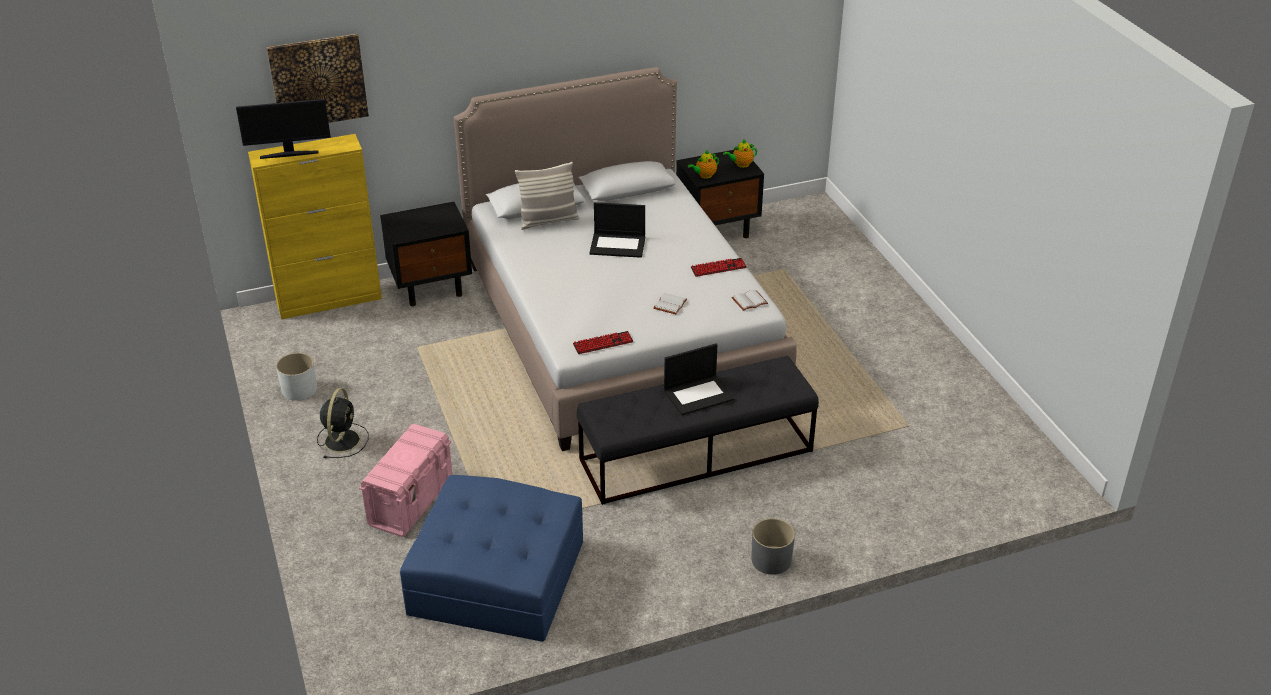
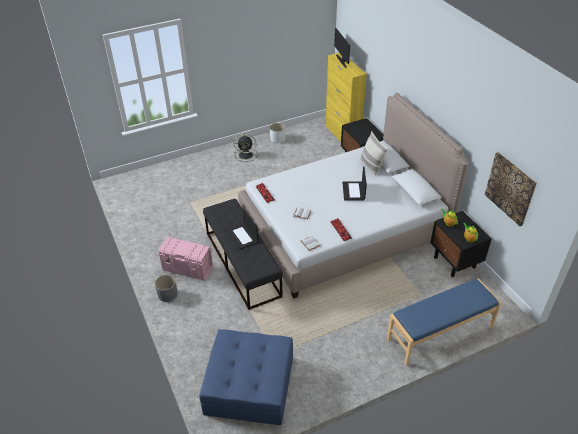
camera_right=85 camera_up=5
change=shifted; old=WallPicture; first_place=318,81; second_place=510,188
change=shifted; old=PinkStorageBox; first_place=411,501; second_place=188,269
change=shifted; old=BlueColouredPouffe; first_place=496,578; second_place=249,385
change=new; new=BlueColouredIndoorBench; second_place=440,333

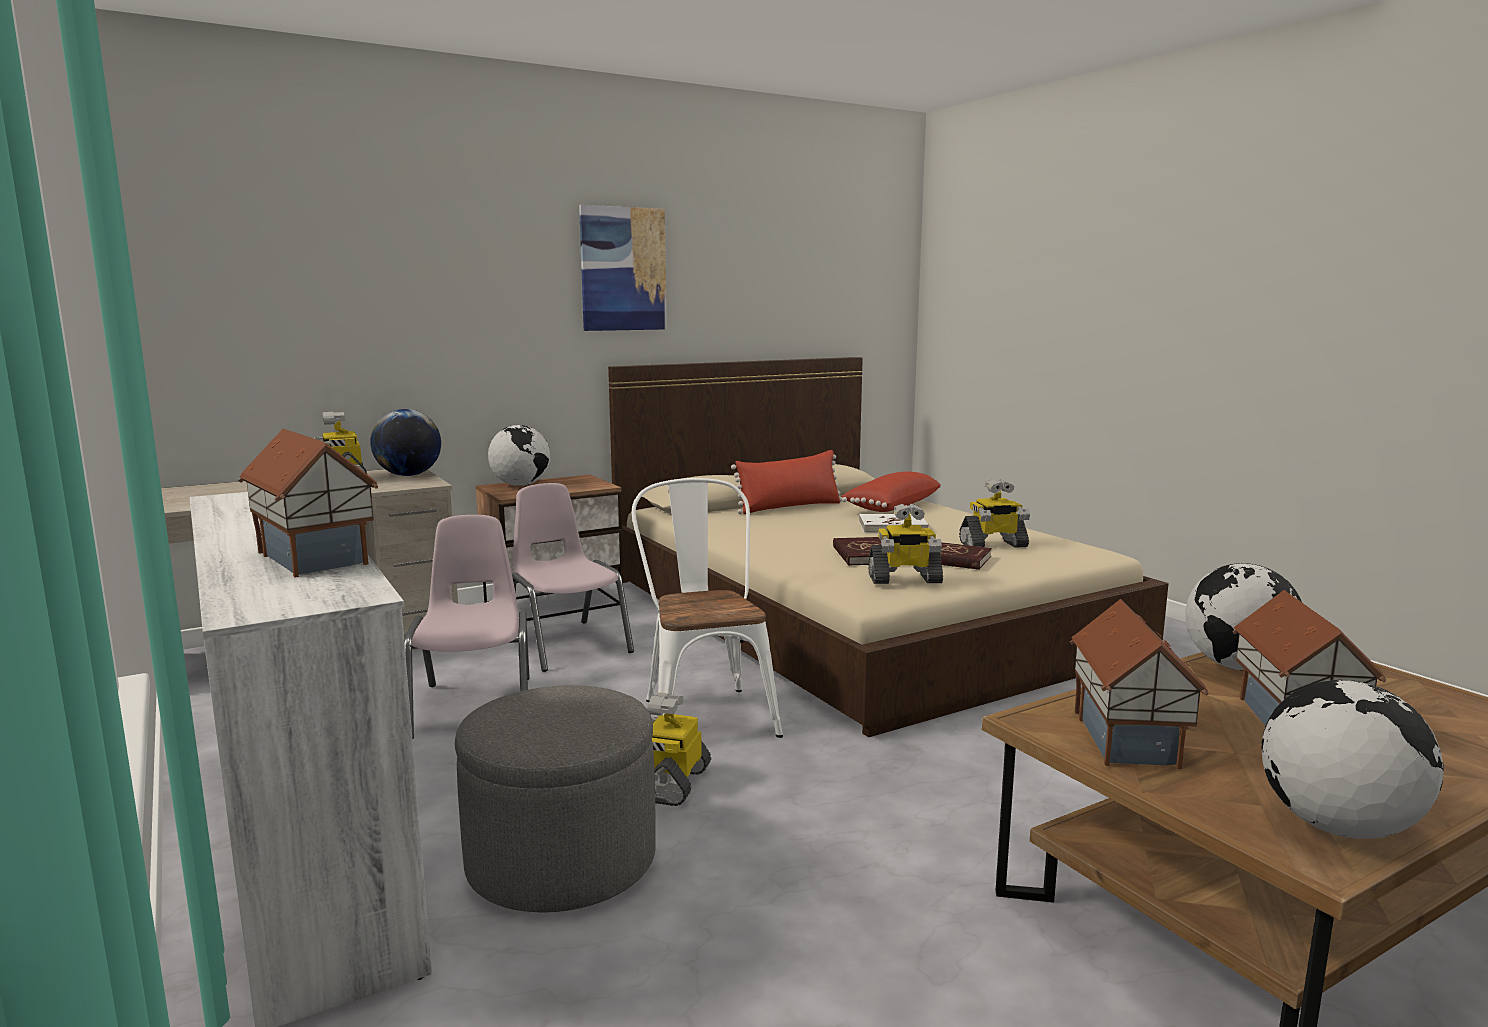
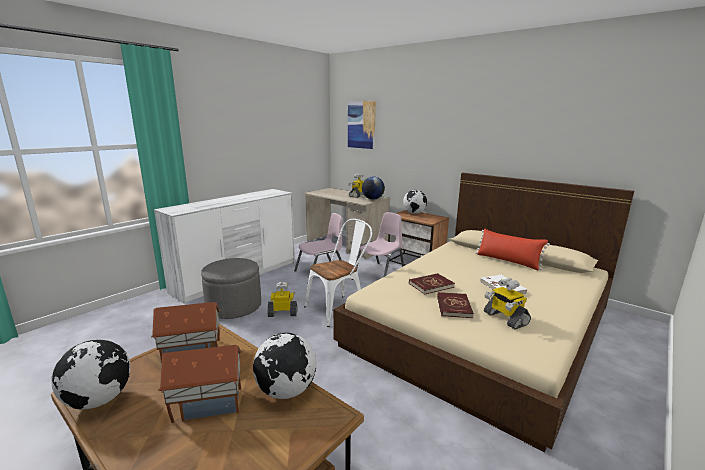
camera_right=70 camera_up=5
change=shifted; old=WallPicture; first_place=623,269; second_place=361,125
change=gone; old=ToyHouse; first_place=317,557
change=gone; old=RedColouredPillow; first_place=890,507
change=gone; old=ModelRobot; first_place=904,579

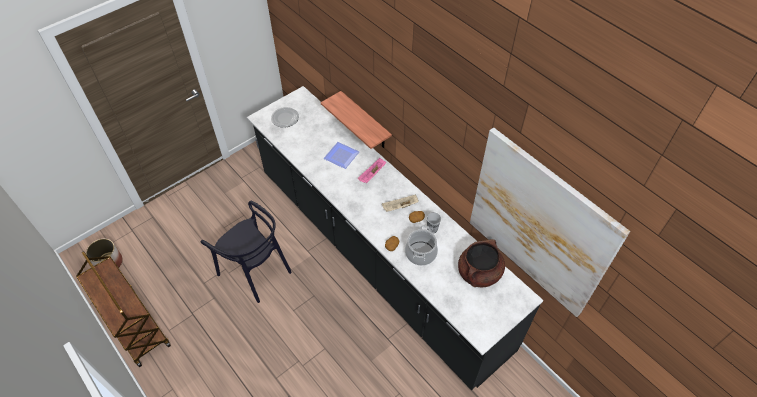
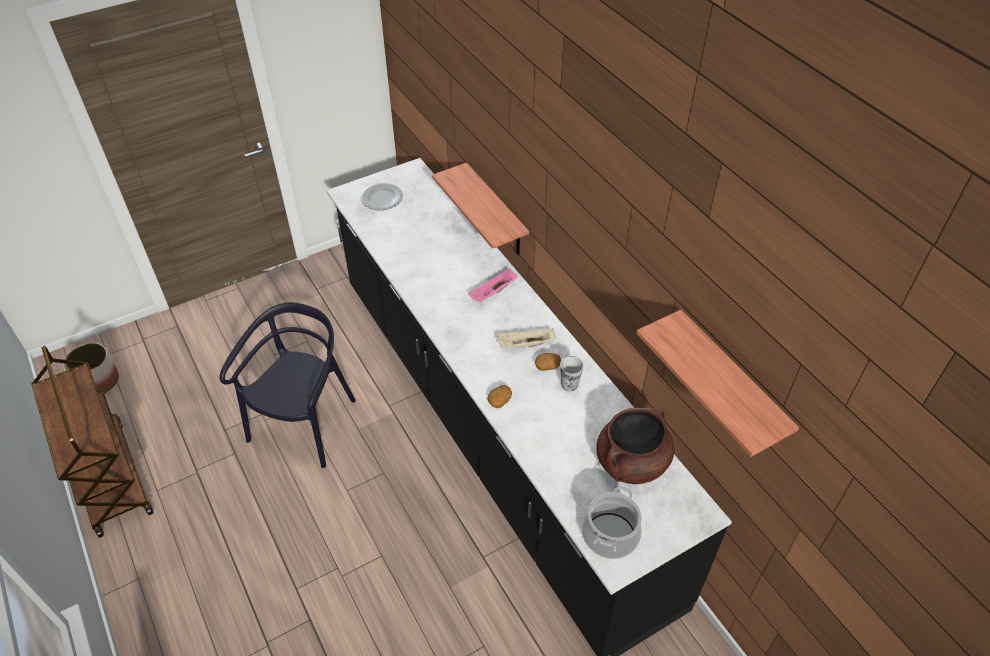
camera_right=10 camera_up=-5
change=swapped; old=WallPicture; new=Shelf; first_place=539,224; second_place=730,384
change=gone; old=DinnerPlate; first_place=341,157
change=rotated; old=BlackChair; first_place=255,271; second_place=305,423; degrees=-120
change=shifted; old=Saucepot; first_place=421,253; second_place=610,535

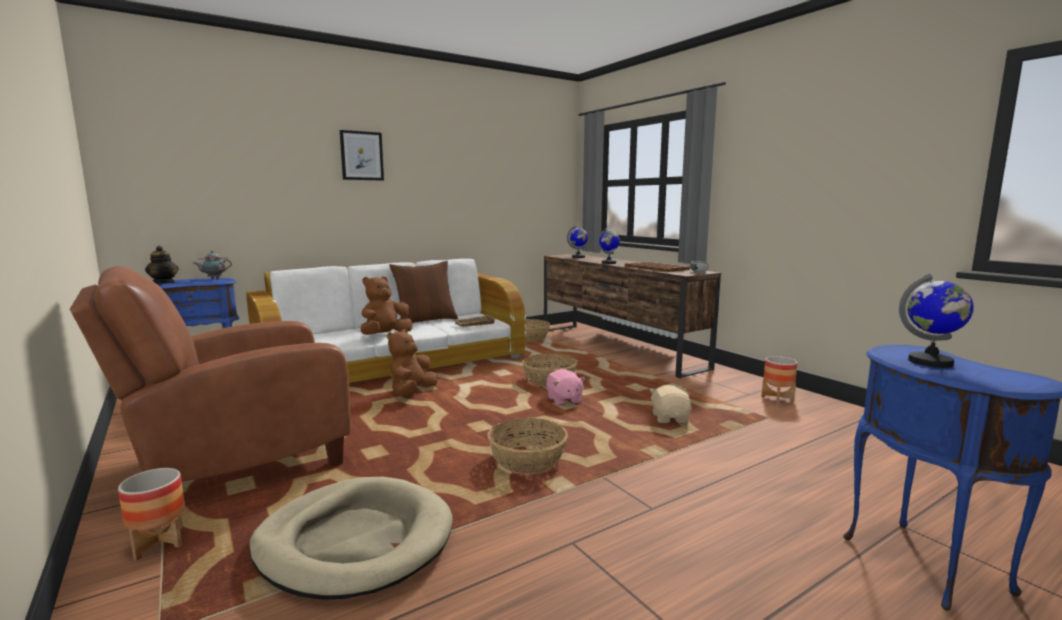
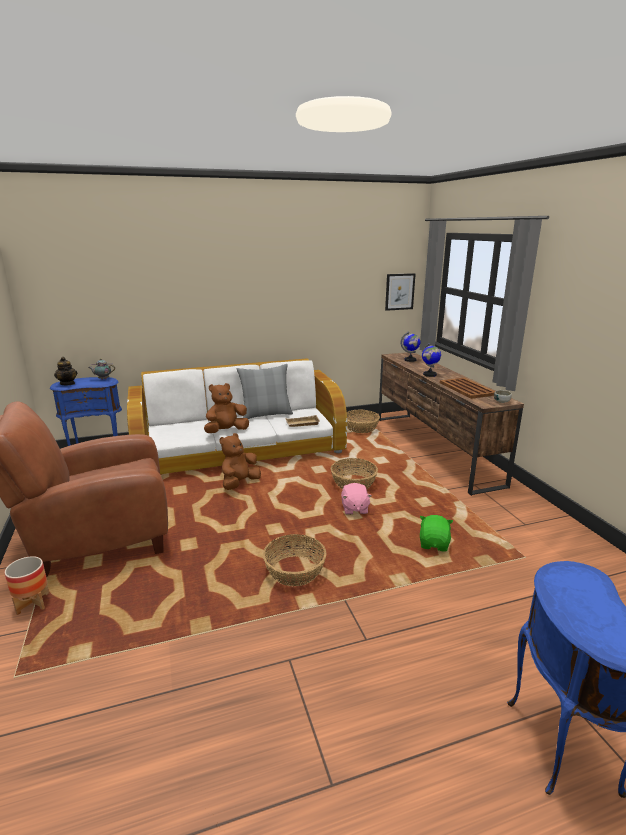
camera_right=15 camera_up=10
change=shifted; old=WallPicture; first_place=362,156; second_place=399,291
change=repainted; old=BrownPillow; new=GreyishPillow; first_place=426,321; second_place=266,414
change=gone; old=Globe; first_place=931,362
change=gone; old=PlantPot; first_place=777,399
change=repainted; old=BeigeCuddlyToy; new=GreenishCuddlyToy; first_place=670,419; second_place=434,544
change=gone; old=BeigePetBed; first_place=355,541

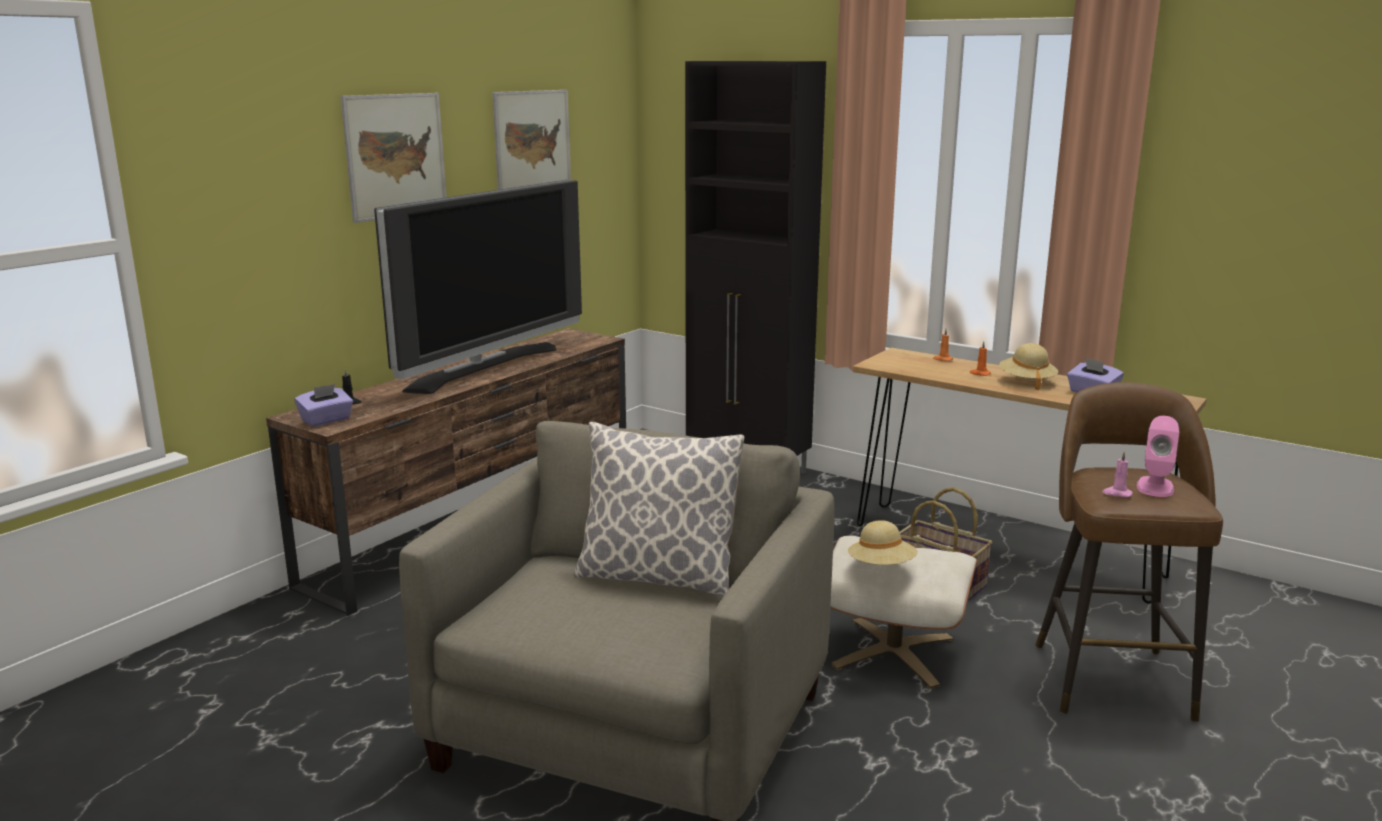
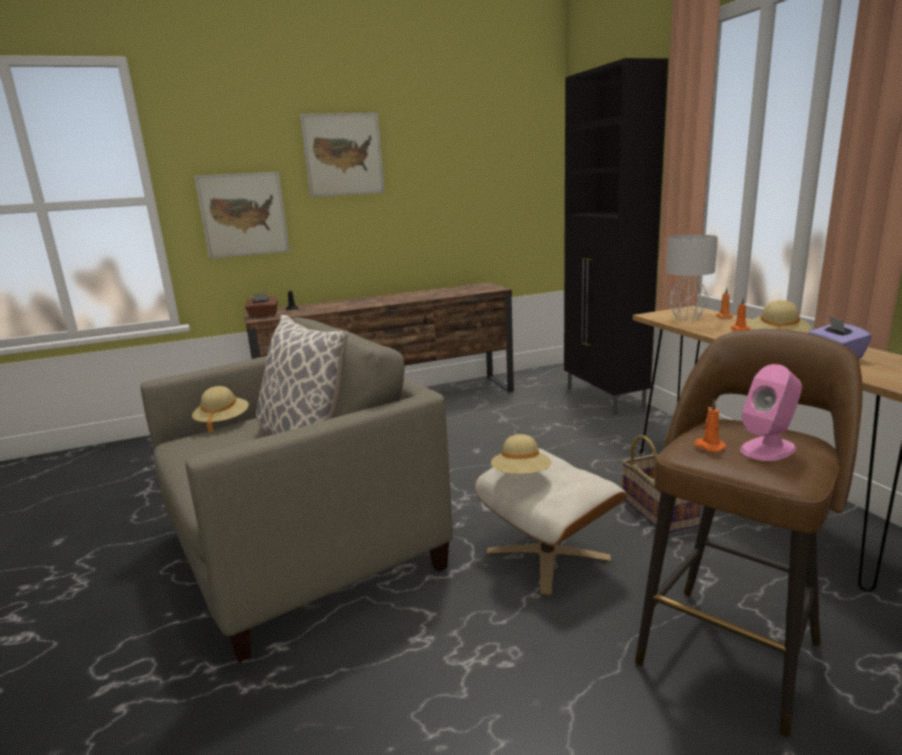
camera_right=35 camera_up=0
change=shifted; old=WallPicture; first_place=532,144; second_place=243,214
change=gone; old=Tv; first_place=485,367
change=repainted; old=PurpleTissueBox; new=BrownTissueBox; first_place=326,420; second_place=263,315
change=repainted; old=PinkCandle; new=OrangeCandle; first_place=1117,493; second_place=708,446
change=new; new=GreyishTableLamp; second_place=688,318
change=new; new=BeigeWearableHat; second_place=223,422

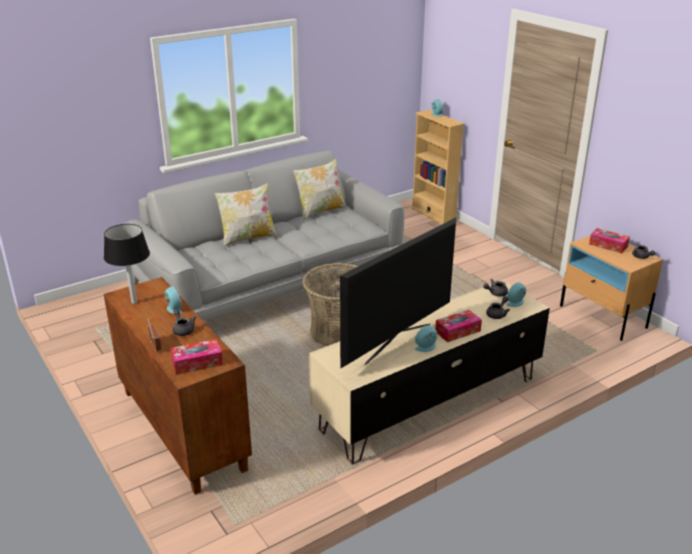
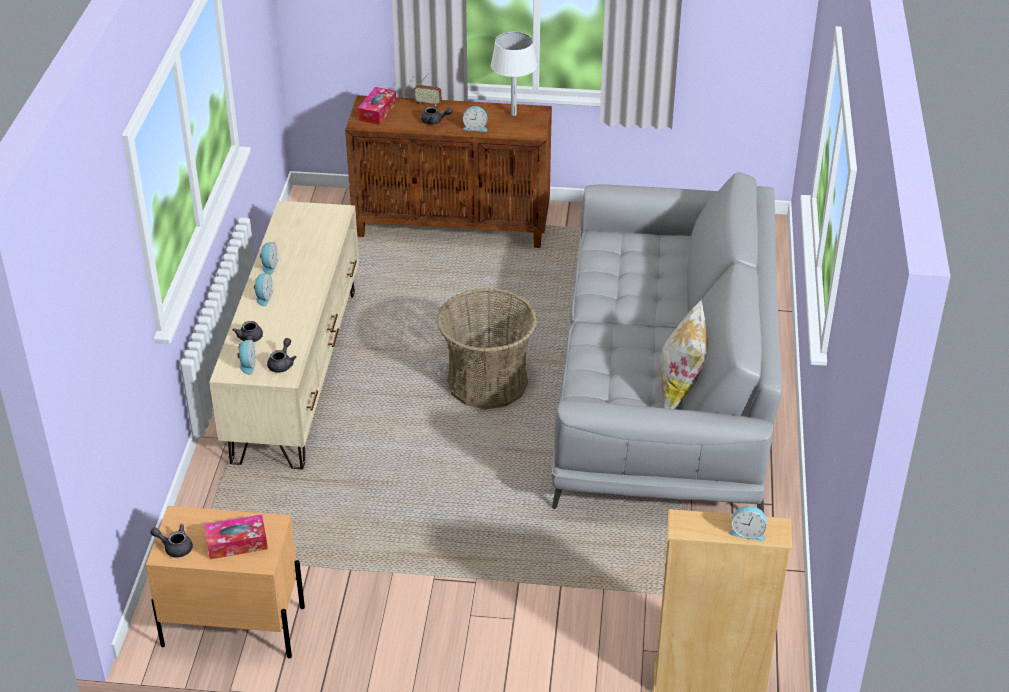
camera_right=130 camera_up=10
change=gone; old=Pillow; first_place=247,238
change=gone; old=Tv; first_place=397,343
change=repainted; old=BlackTableLamp; new=WhiteTableLamp; first_place=134,302; second_place=513,114
change=swapped; old=TissueBox; new=AlarmClock; first_place=457,331; second_place=263,297

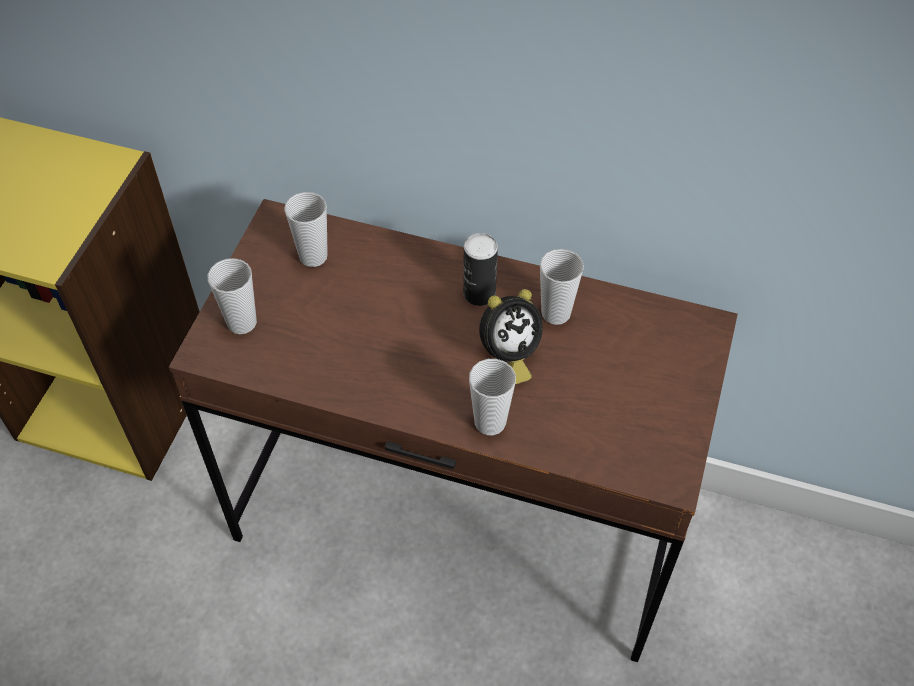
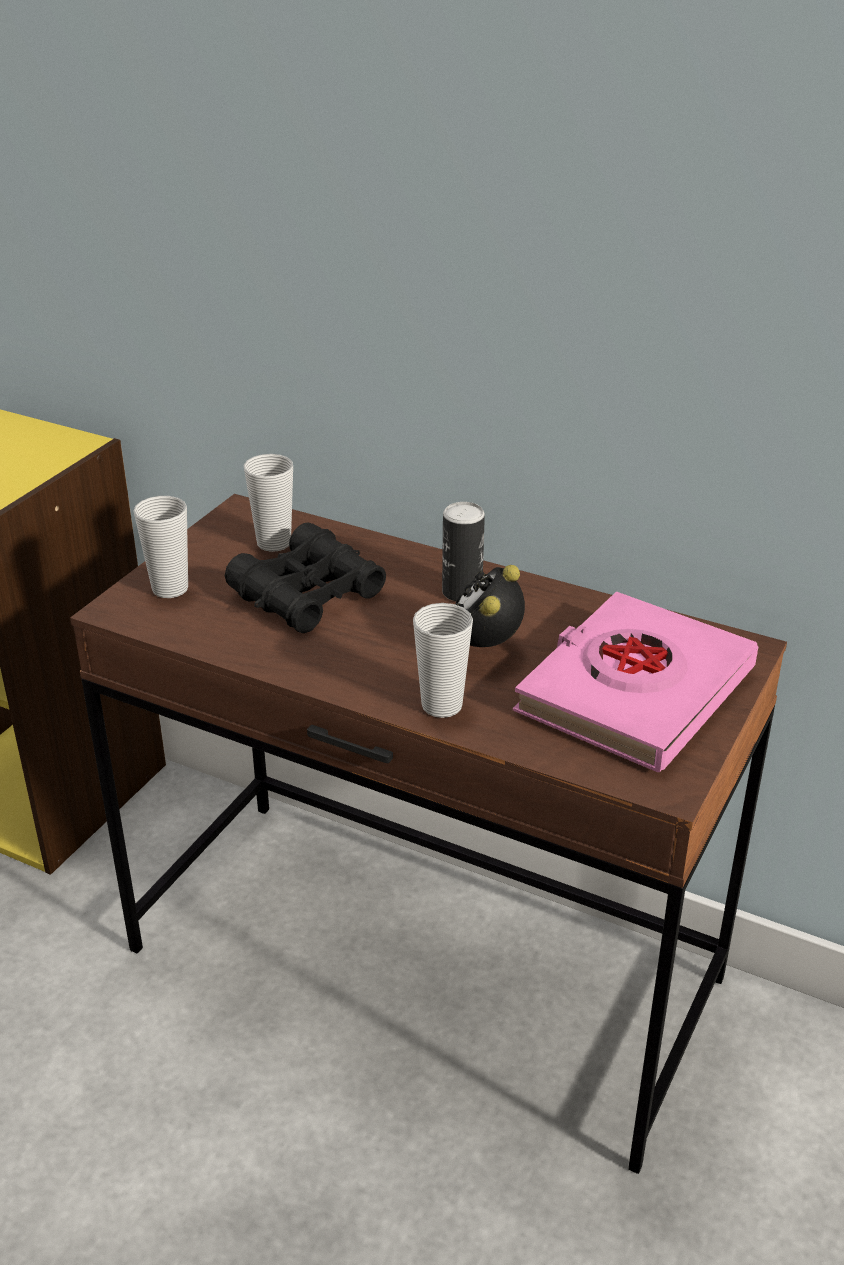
camera_right=10 camera_up=-20
change=gone; old=DrinkingCup; first_place=556,313
change=rotated; old=AlarmClock; first_place=508,356; second_place=482,649; degrees=135
change=new; new=BlackFieldGlasses; second_place=307,594
change=new; new=PinkVolume; second_place=634,692

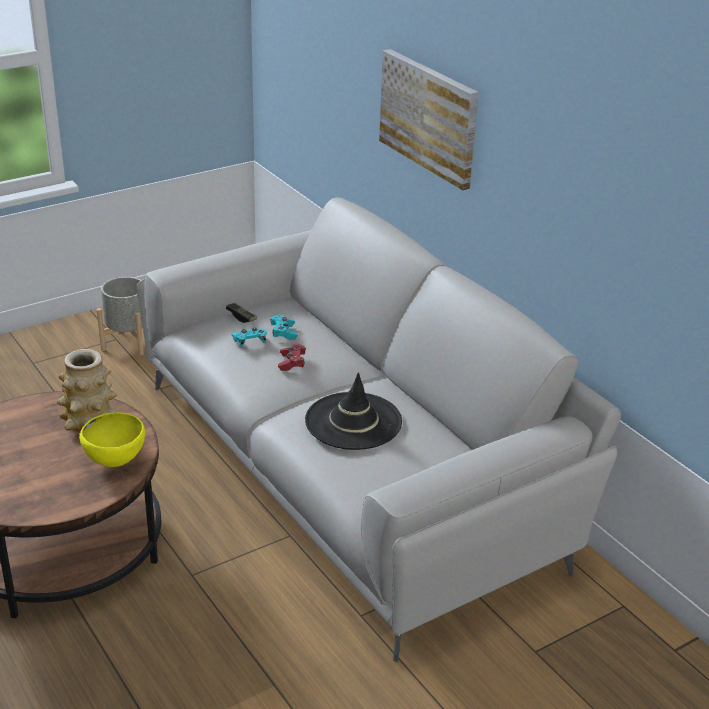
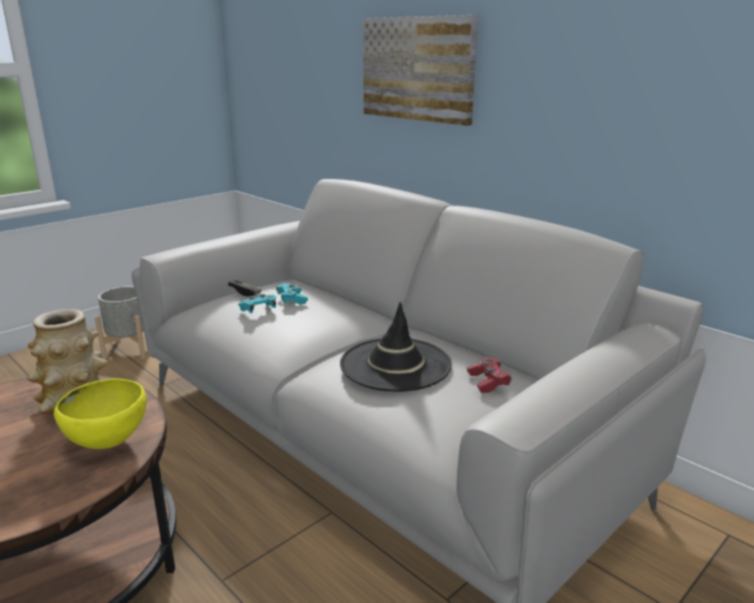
camera_right=-10 camera_up=-10
change=shifted; old=RedColouredGameController; first_place=292,363; second_place=488,382

